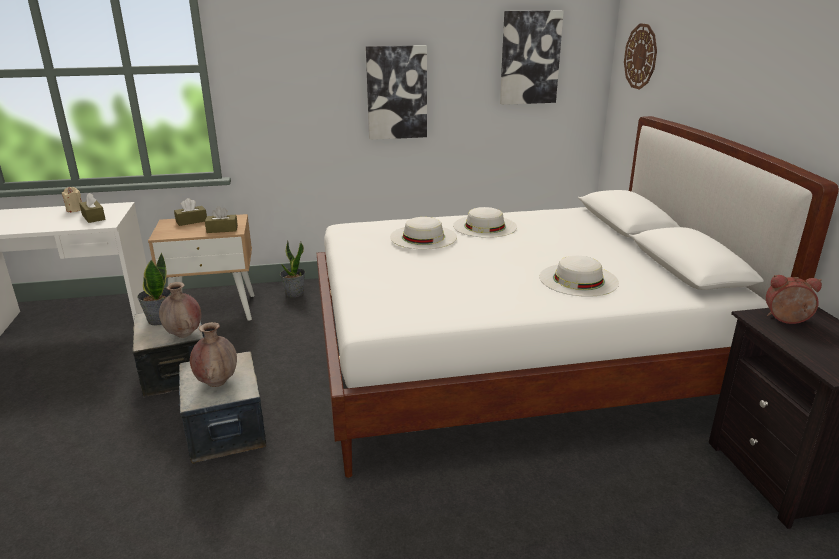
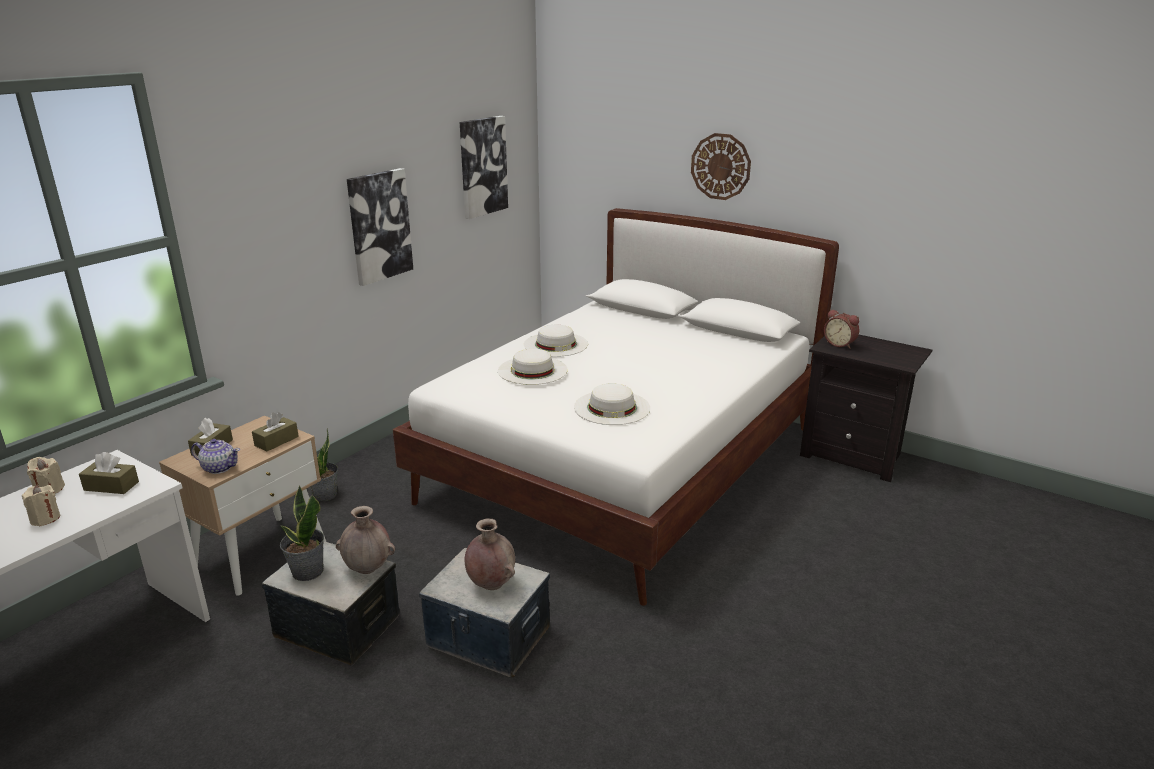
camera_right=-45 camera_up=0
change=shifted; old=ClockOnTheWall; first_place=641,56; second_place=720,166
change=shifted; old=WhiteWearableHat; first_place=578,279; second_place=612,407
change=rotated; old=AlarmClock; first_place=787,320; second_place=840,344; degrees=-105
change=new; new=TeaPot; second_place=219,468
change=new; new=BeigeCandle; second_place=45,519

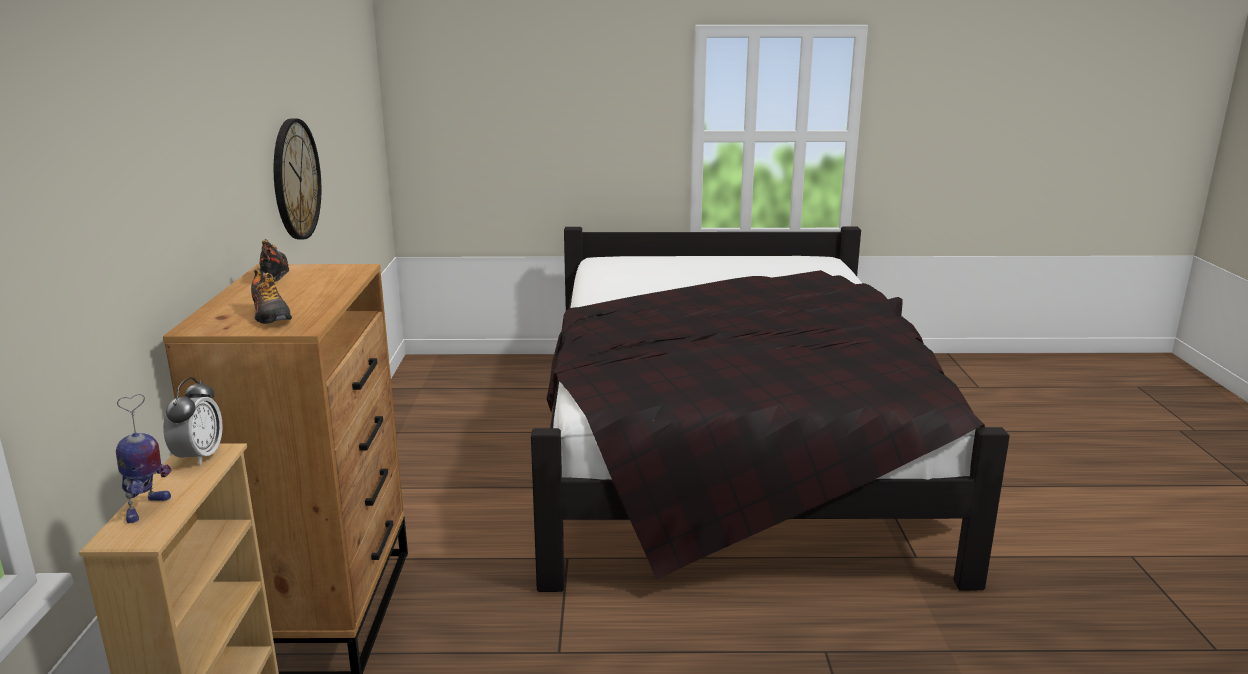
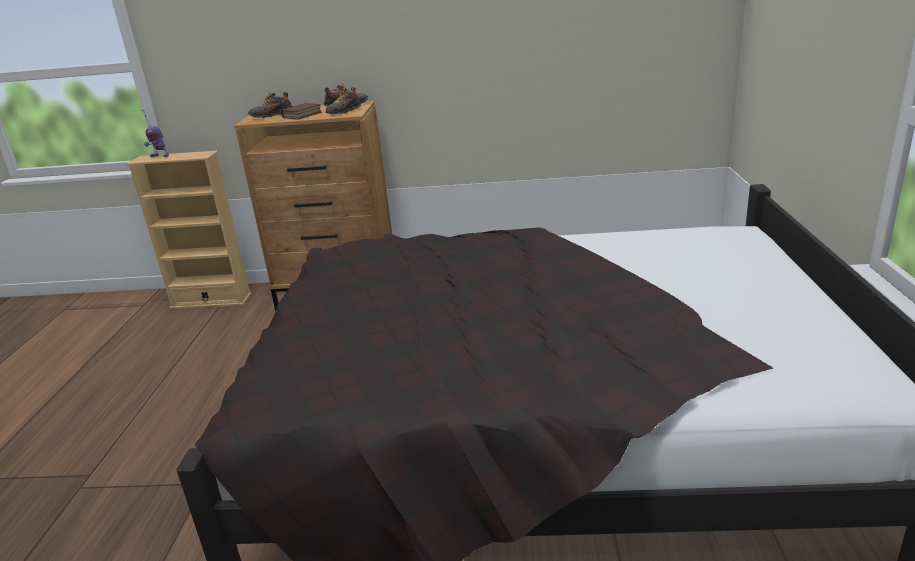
camera_right=95 camera_up=5
change=gone; old=ClockOnTheWall; first_place=295,179
change=gone; old=AlarmClock; first_place=199,457
change=new; new=LowShoe; second_place=344,112
change=new; new=Volume; second_place=302,115

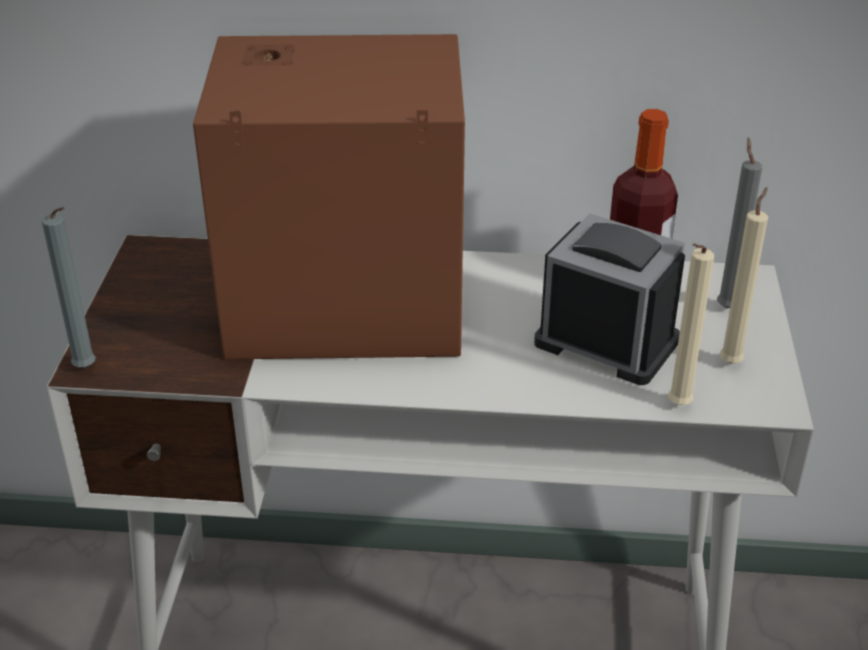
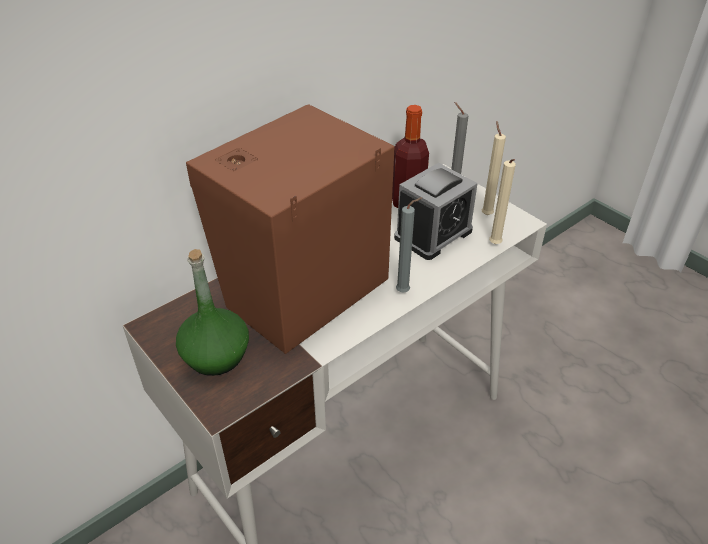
camera_right=-45 camera_up=5
change=shifted; old=GreyishCandle; first_place=87,369; second_place=405,292
change=rotated; old=AlarmClock; first_place=606,342; second_place=433,234; degrees=150
change=new; new=GreenishBeverageBottle; second_place=216,356

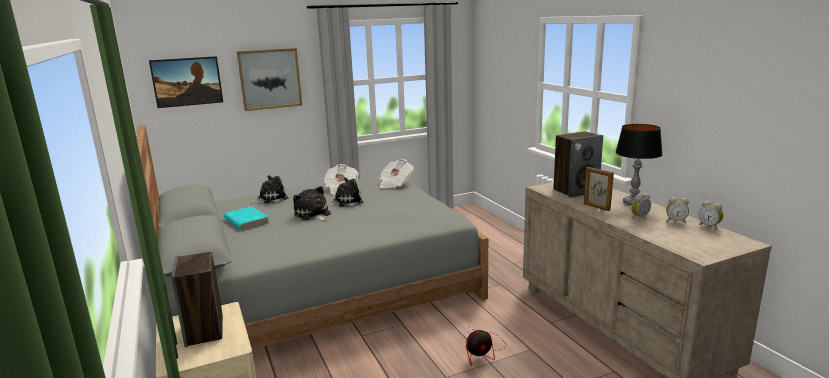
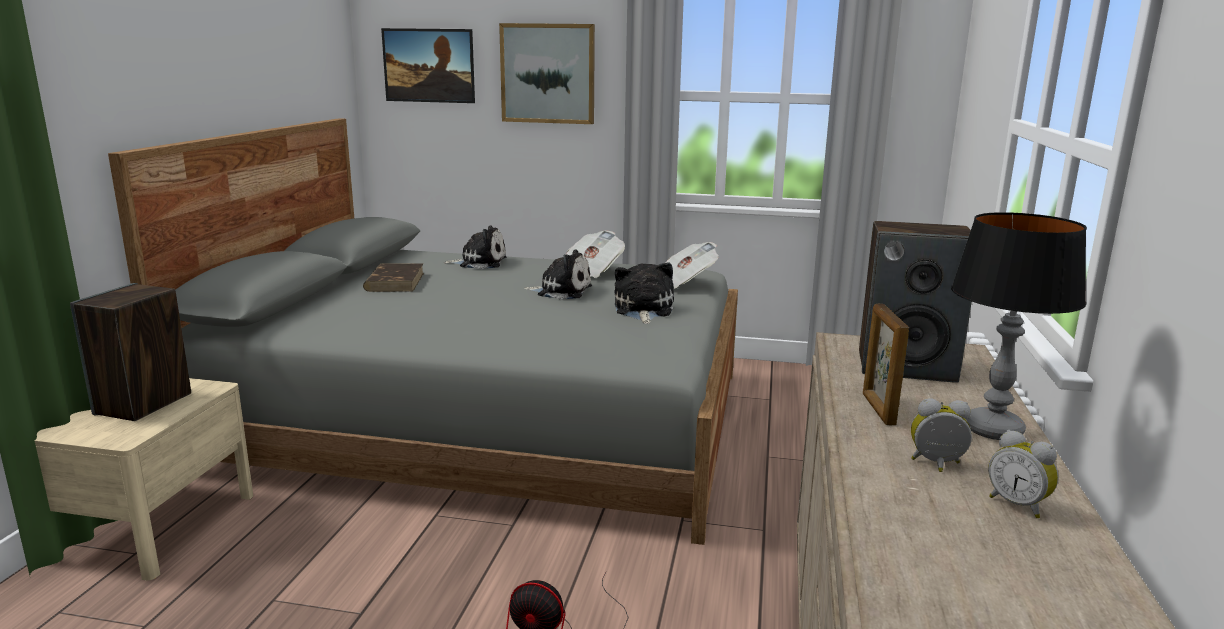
camera_right=35 camera_up=0
change=shifted; old=CuddlyToy; first_place=313,215; second_place=643,310
change=gone; old=AlarmClock; first_place=709,226
change=repainted; old=TurquoiseVolume; new=BrownVolume; first_place=246,221; second_place=395,282

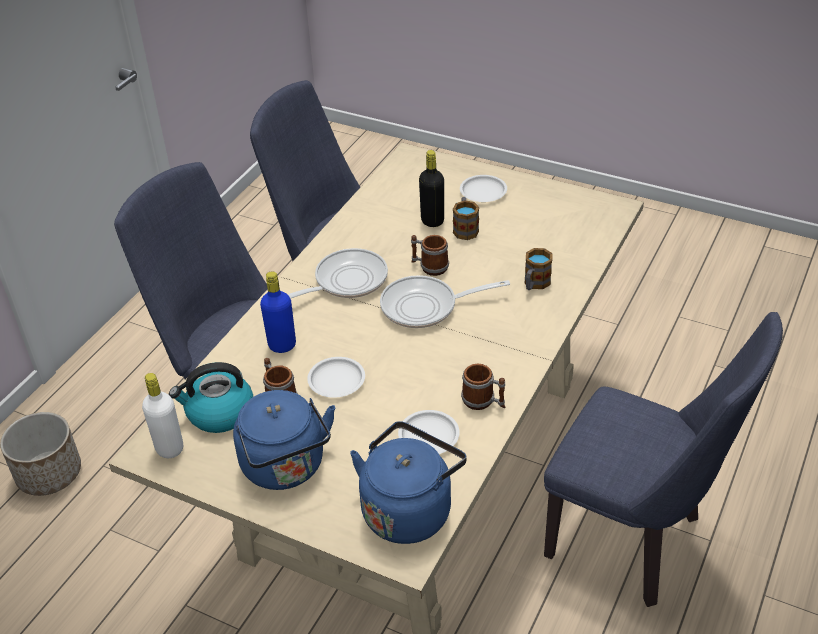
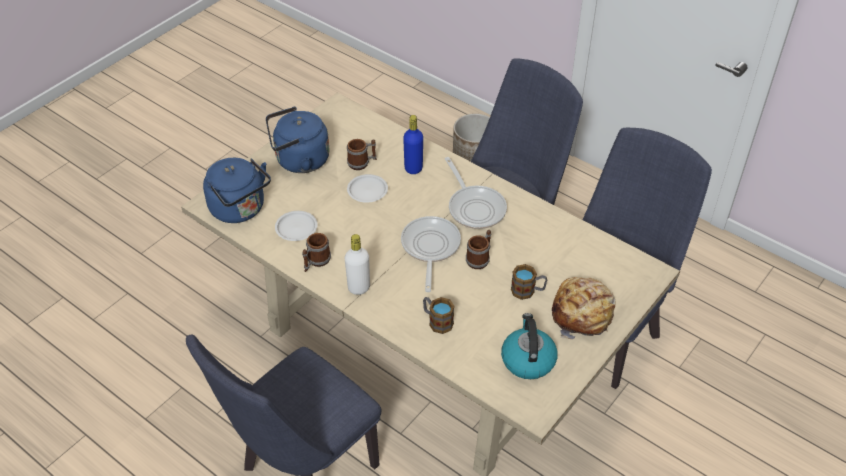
camera_right=100 camera_up=5
change=gone; old=BlackBeverageBottle; first_place=432,221
change=swapped; old=WhiteDinnerPlate; new=Bread; first_place=483,192; second_place=583,314
change=shifted; old=TeaKettle; first_place=219,413; second_place=527,359
change=shifted; old=WhiteBeverageBottle; first_place=169,448; second_place=359,288

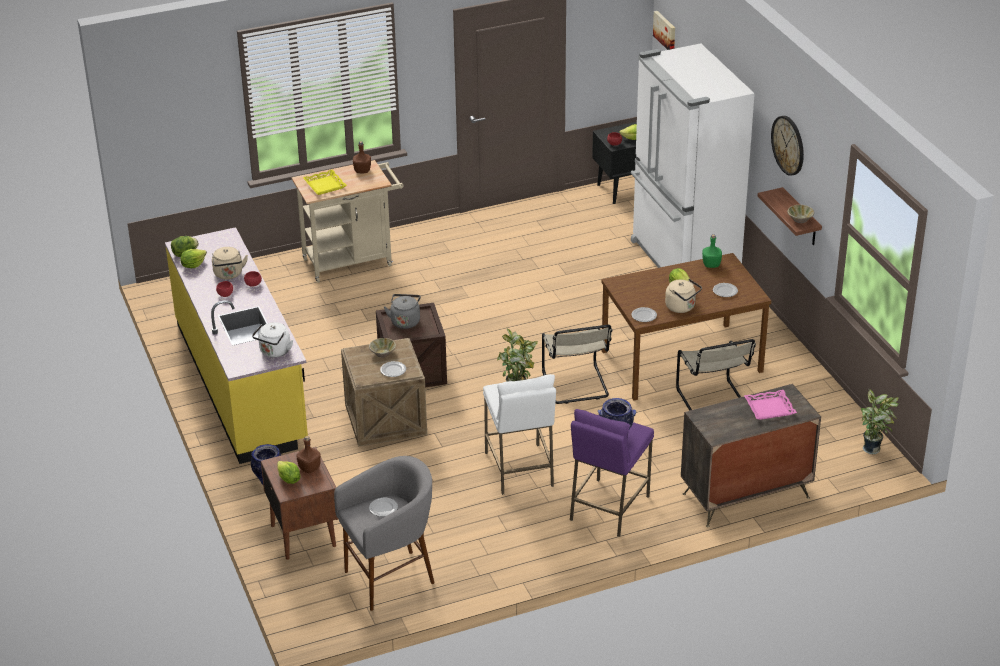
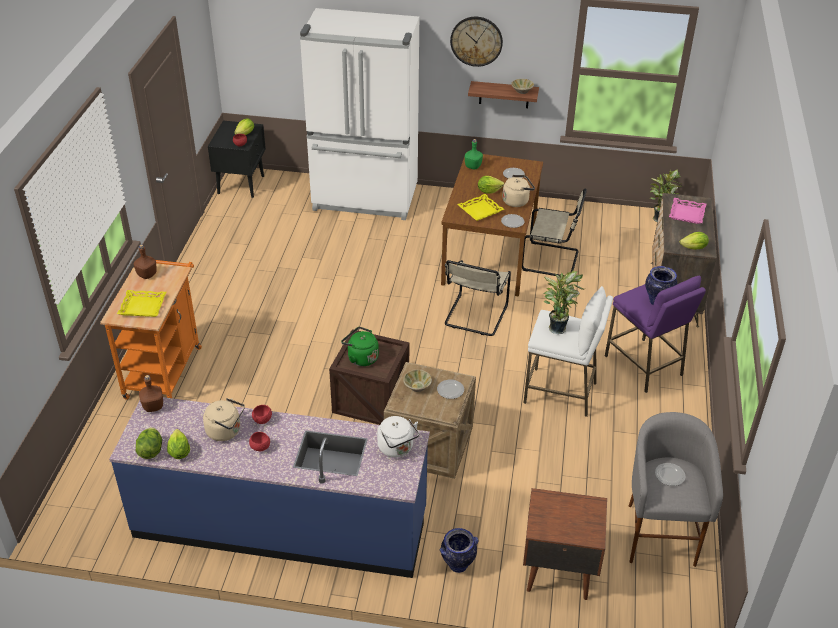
camera_right=-60 camera_up=5
change=gone; old=WallPicture; first_place=665,31
change=repainted; old=BeigeCart; new=OrangeCart; first_place=353,261; second_place=165,368
change=repainted; old=YellowColouredKitchenBaseUnit; new=BlueColouredKitchenBaseUnit; first_place=242,382; second_place=281,524
change=repainted; old=GreyishTeaKettle; new=GreenishTeaKettle; first_place=405,321; second_place=361,357
change=rotated; old=BeigeChair; first_place=576,386; second_place=475,316; degrees=90
change=shifted; old=BrownBeverageBottle; first_place=309,468; second_place=153,407
change=shifted; old=LettuceHead; first_place=288,480; second_place=694,248
change=new; new=YellowColouredServingTray; second_place=480,210

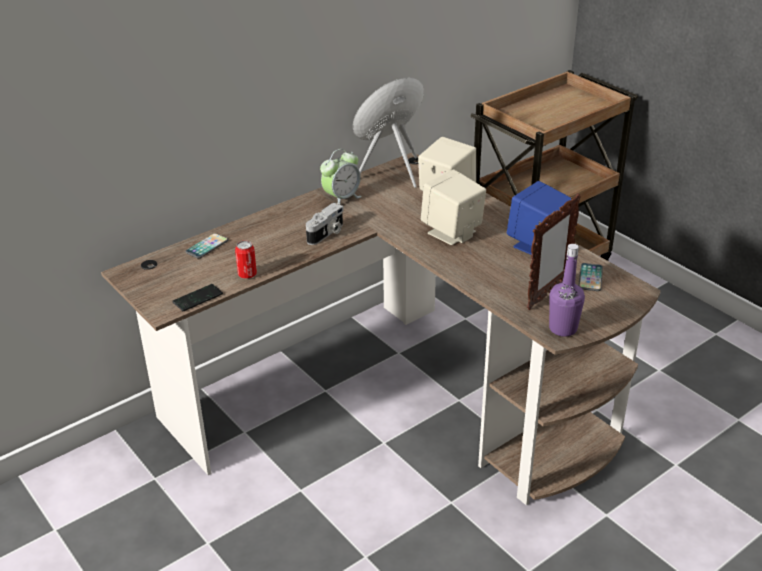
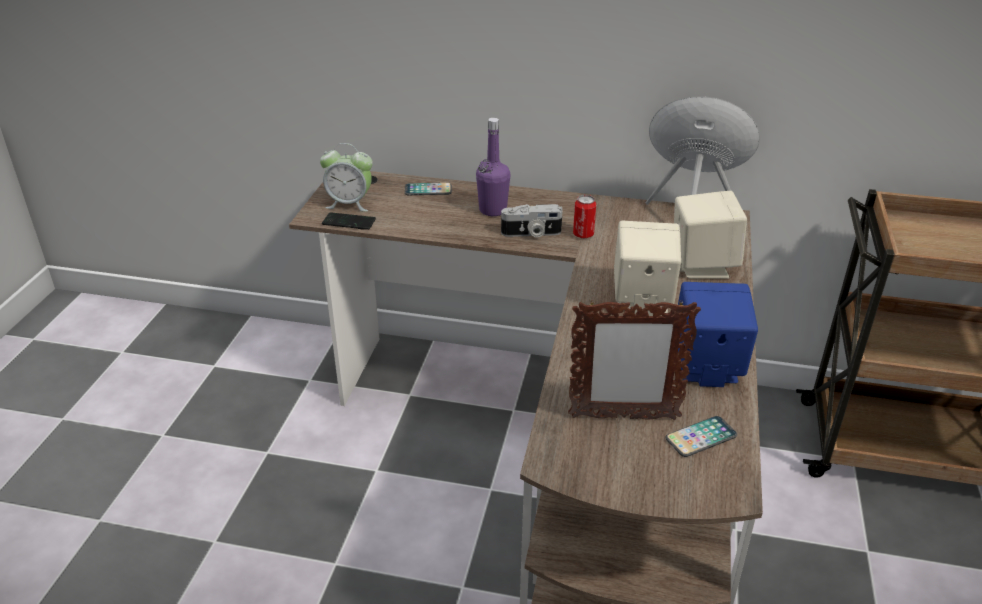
camera_right=50 camera_up=0
change=shifted; old=AlarmClock; first_place=341,199; second_place=349,204
change=shifted; old=Can; first_place=247,275; second_place=583,234
change=shifted; old=PurpleBeverageBottle; first_place=563,328; second_place=493,210

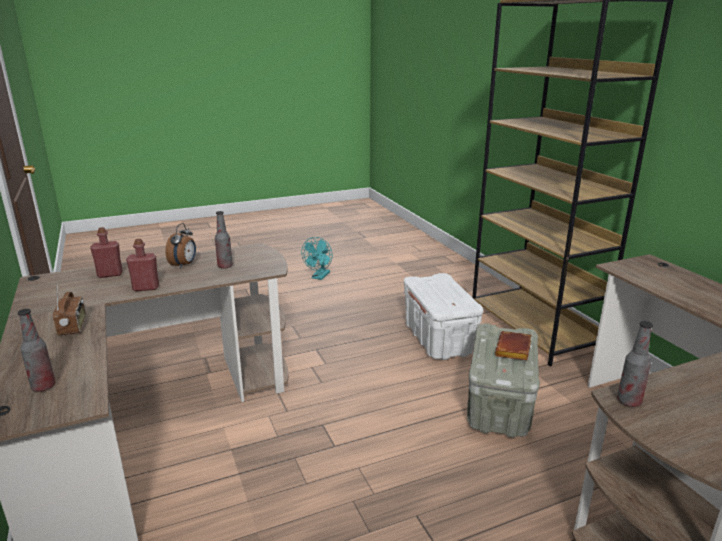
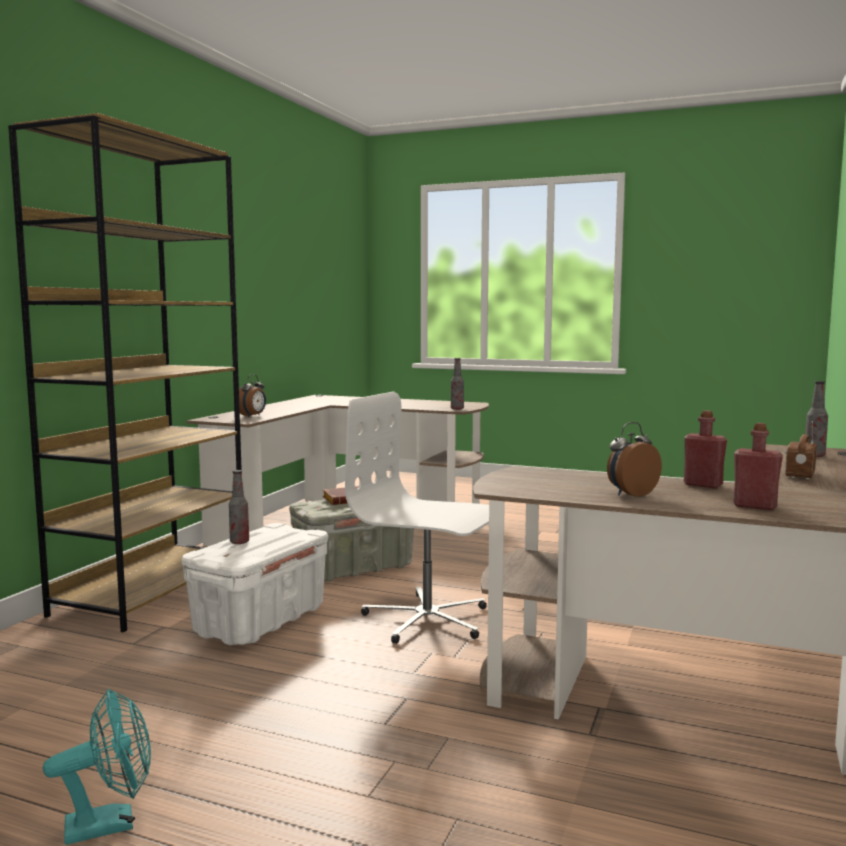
camera_right=-135 camera_up=-15
change=shifted; old=BeverageBottle; first_place=225,266; second_place=239,542
change=new; new=AlarmClock; second_place=253,416
change=new; new=WhiteComputerChair; second_place=427,619

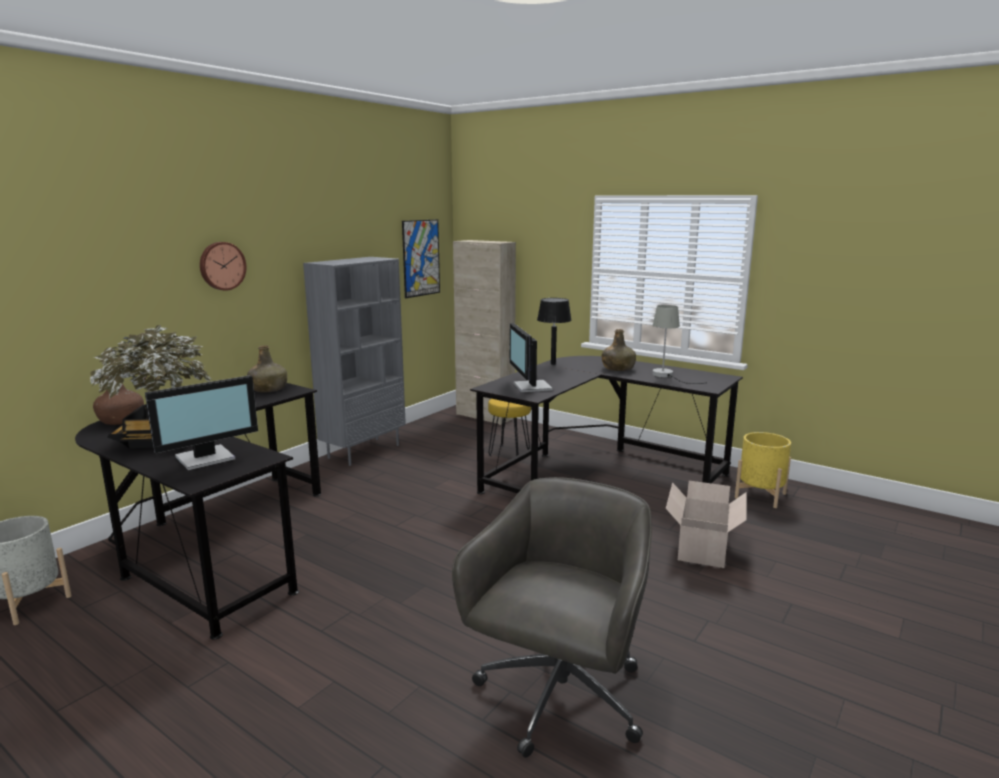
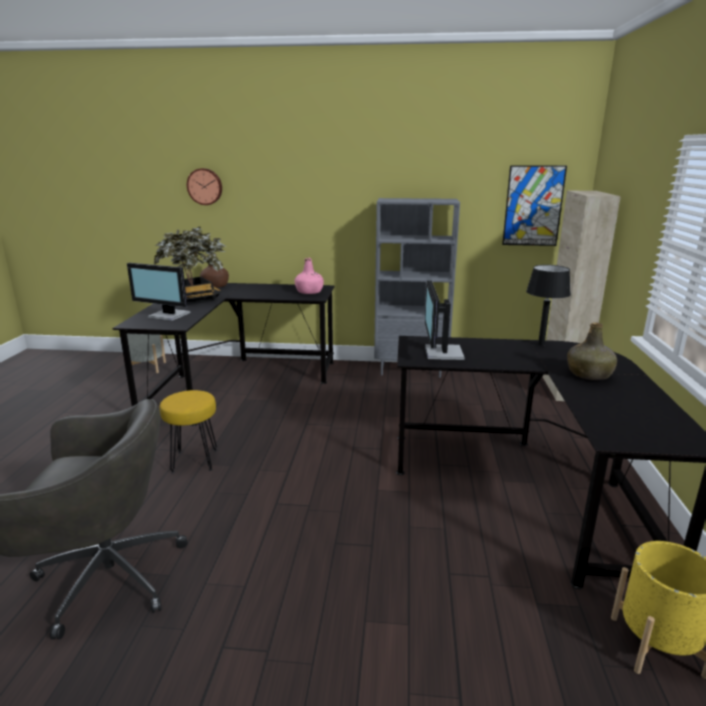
camera_right=60 camera_up=5
change=shifted; old=ClockOnTheWall; first_place=221,266; second_place=205,186
change=gone; old=GreyishTableLamp; first_place=667,376
change=rotated; old=ComputerScreen; first_place=530,387; second_place=441,353; degrees=-45
change=repainted; old=GreenishBeverageBottle; new=PinkBeverageBottle; first_place=268,389; second_place=309,292
change=shifted; old=YellowColouredSittingStool; first_place=509,453; second_place=194,461
change=gone; old=Carton; first_place=701,549

